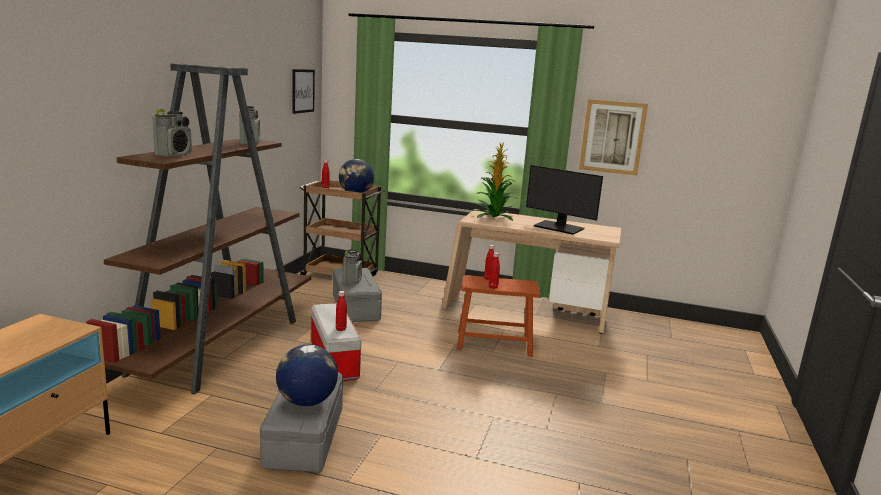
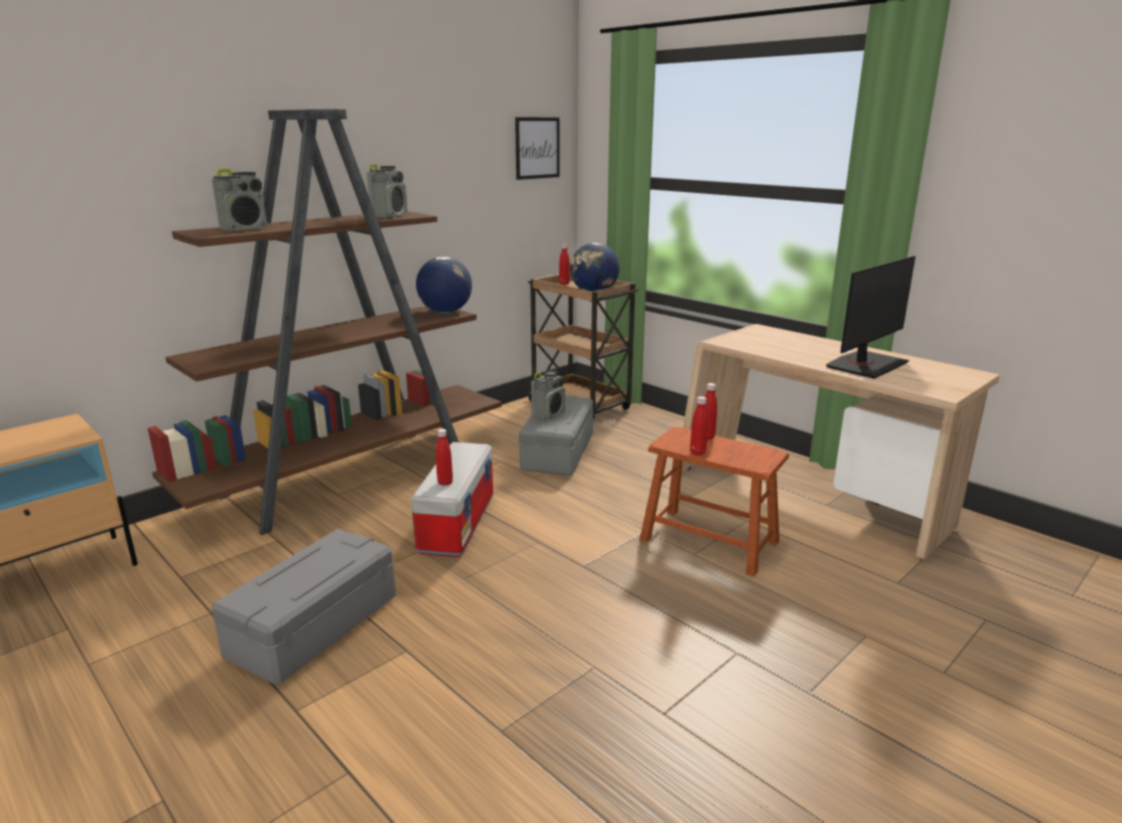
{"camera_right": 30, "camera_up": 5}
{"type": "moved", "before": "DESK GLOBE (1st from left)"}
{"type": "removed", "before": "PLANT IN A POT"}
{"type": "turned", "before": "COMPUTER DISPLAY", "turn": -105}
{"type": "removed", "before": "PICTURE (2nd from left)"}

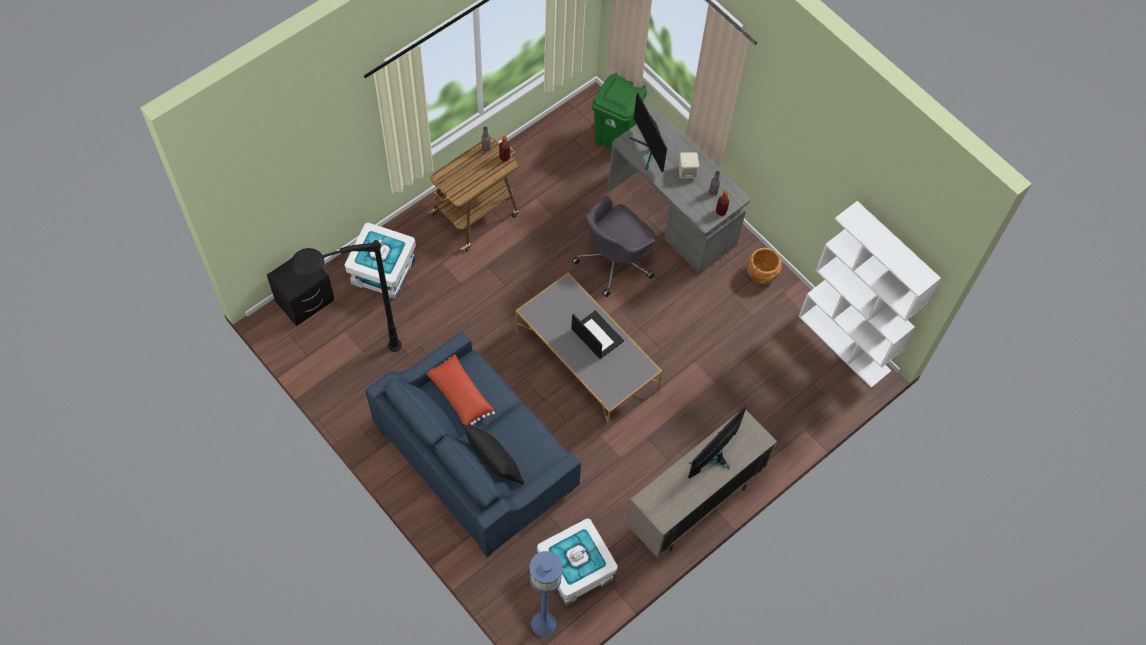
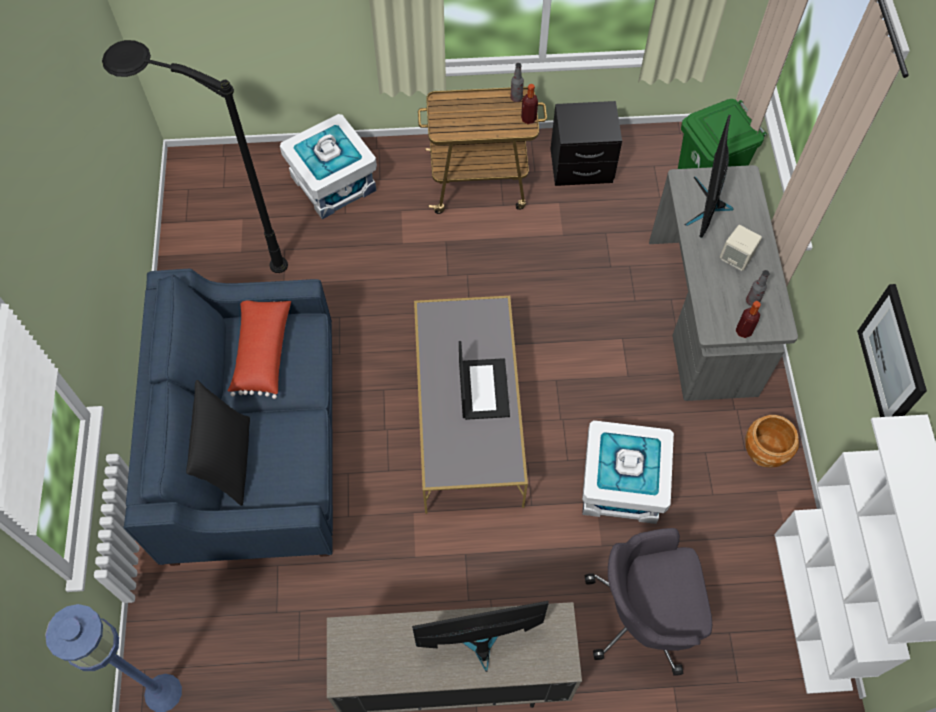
{"camera_right": 40, "camera_up": 0}
{"type": "moved", "before": "BLACK-COLOURED NIGHT TABLE"}
{"type": "moved", "before": "WHITE STORAGE BIN (2nd from left)"}
{"type": "moved", "before": "GREYISH COMPUTER CHAIR"}
{"type": "added", "after": "PICTURE"}

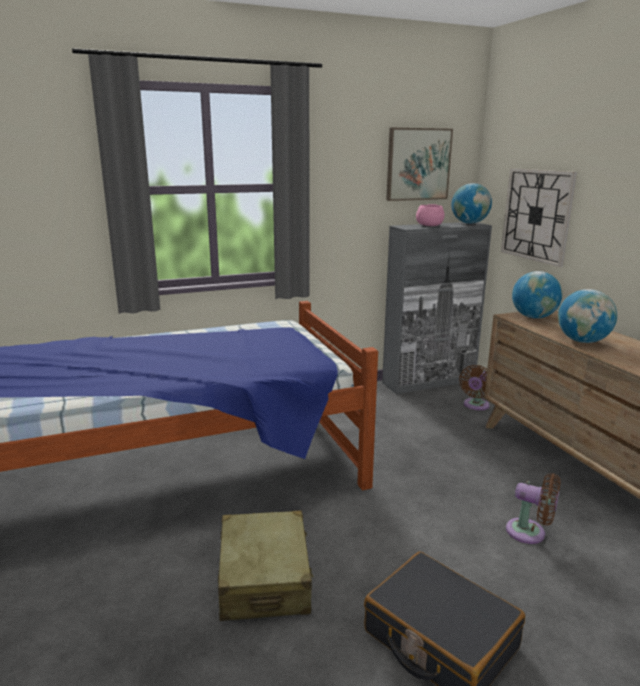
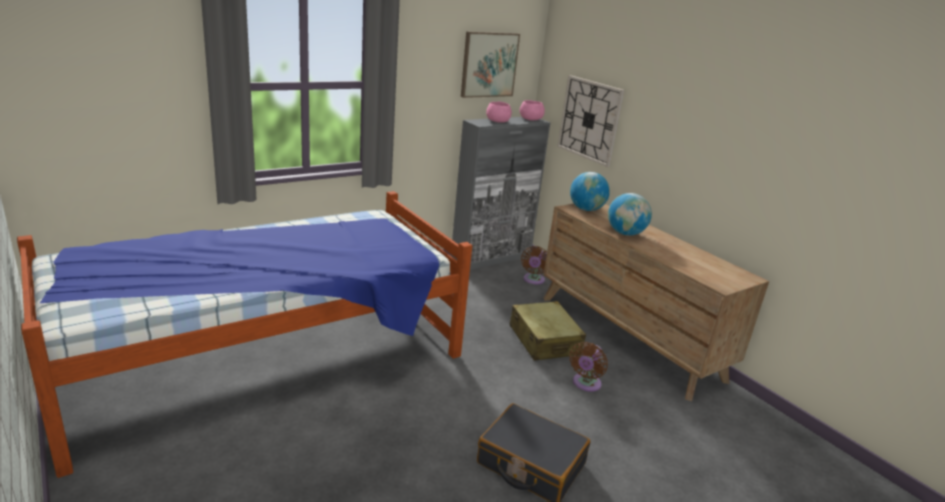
{"camera_right": -15, "camera_up": 5}
{"type": "moved", "before": "BEIGE-COLOURED SUITCASE"}
{"type": "replaced", "before": "DESK GLOBE (1st from left)", "after": "PINK-COLOURED SERVING BOWL (2nd from left)"}
{"type": "turned", "before": "BROWN ELECTRIC FAN (2nd from left)", "turn": 105}

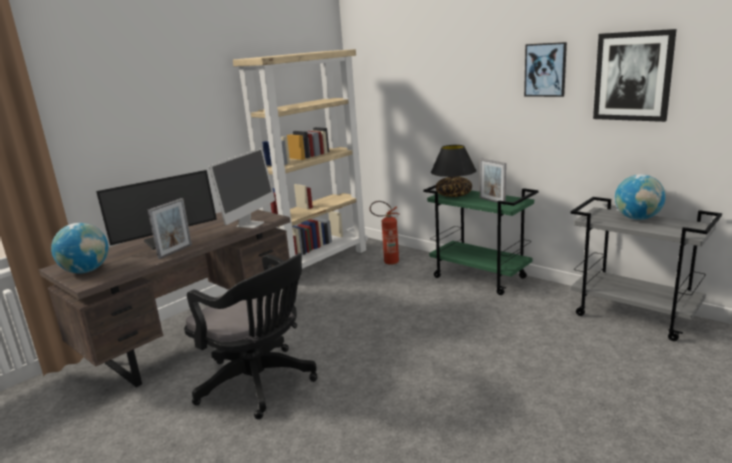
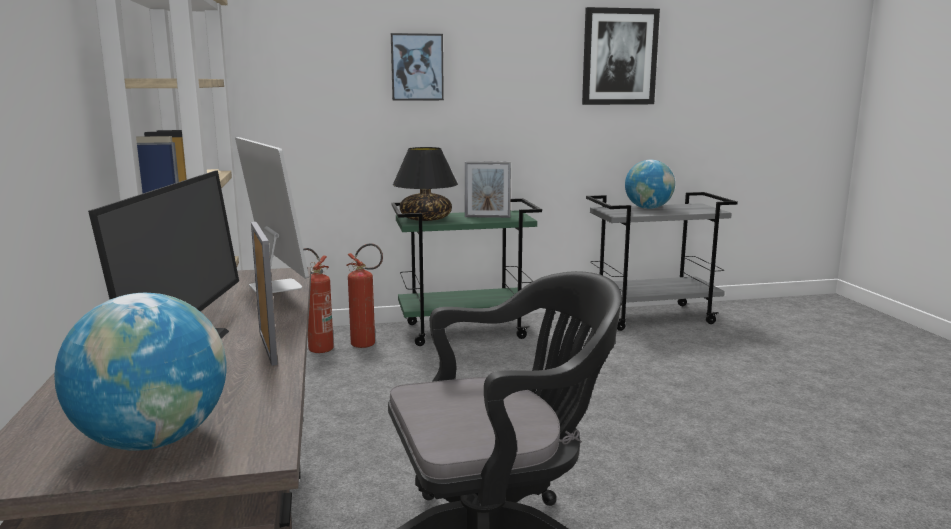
{"camera_right": -55, "camera_up": -5}
{"type": "moved", "before": "PICTURE (1st from left)"}
{"type": "added", "after": "FIRE-FIGHTING CYLINDER (2nd from left)"}

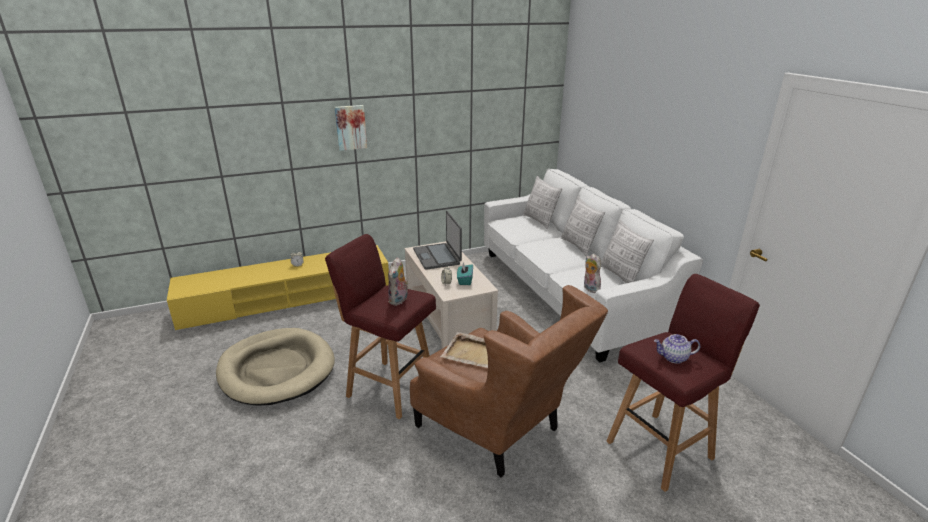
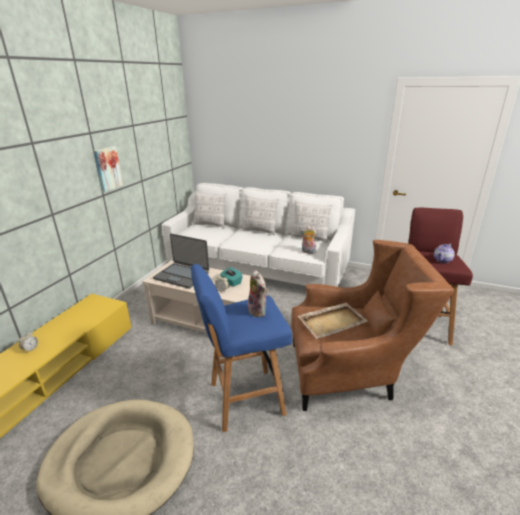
{"camera_right": -45, "camera_up": 0}
{"type": "recoloured", "before": "RED STOOL (1st from left)", "after": "BLUISH STOOL"}
{"type": "moved", "before": "PICTURE"}

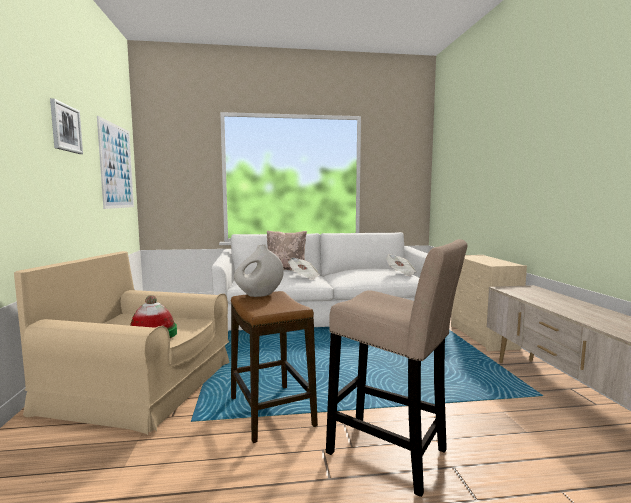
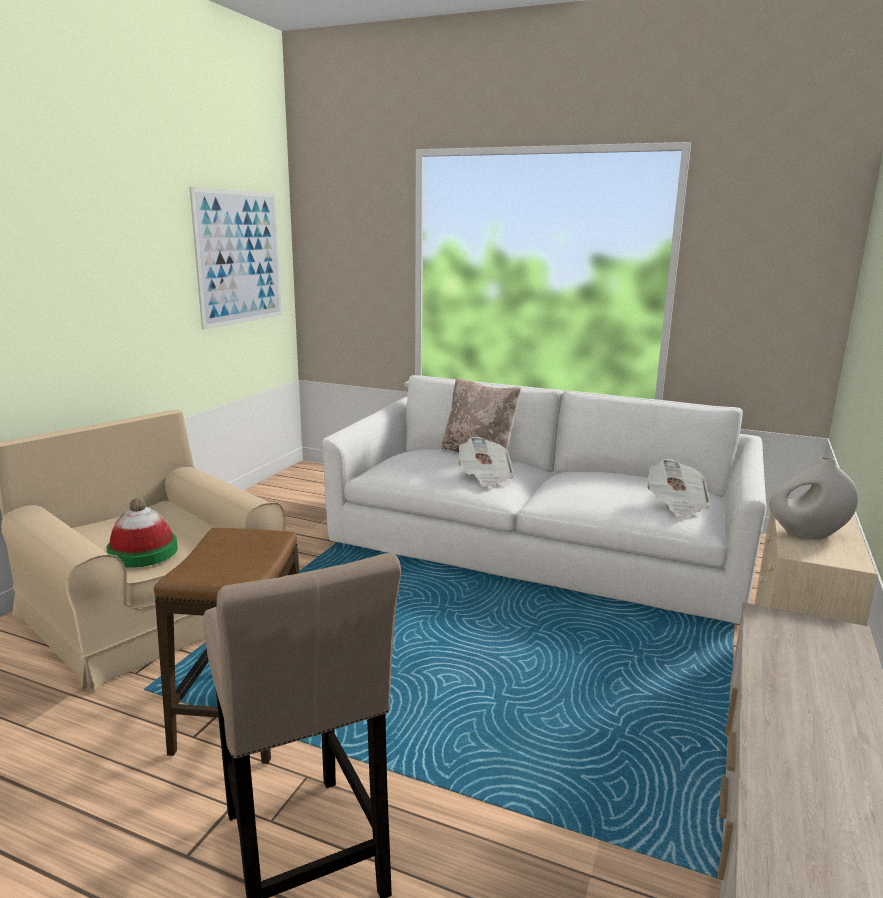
{"camera_right": 30, "camera_up": 10}
{"type": "removed", "before": "PICTURE (1st from left)"}
{"type": "moved", "before": "WHITE FLOWER VASE"}

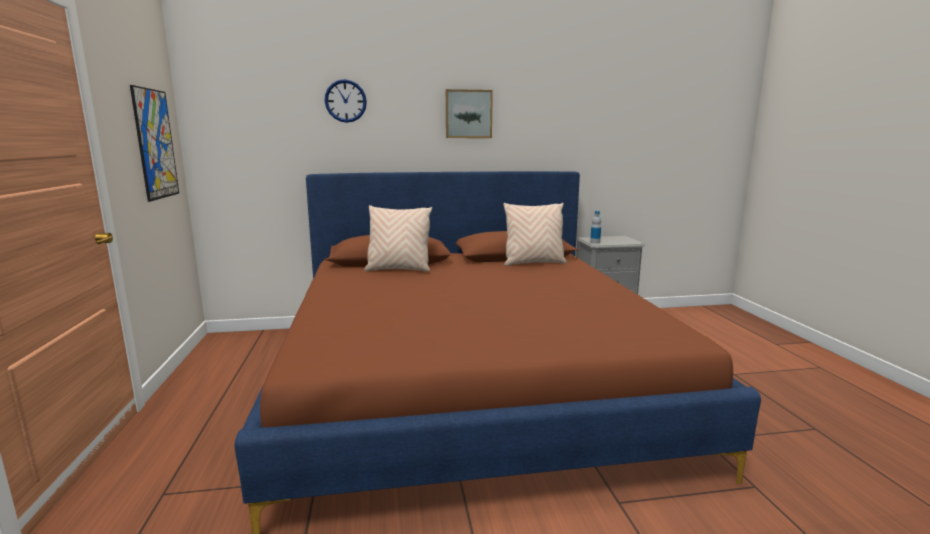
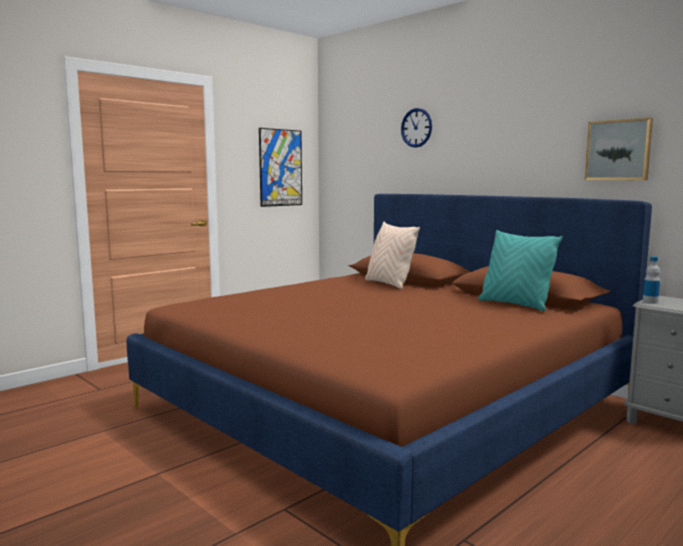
{"camera_right": 55, "camera_up": -5}
{"type": "moved", "before": "PICTURE (2nd from left)"}
{"type": "recoloured", "before": "BEIGE-COLOURED PILLOW (2nd from left)", "after": "BLUE-GREEN PILLOW"}

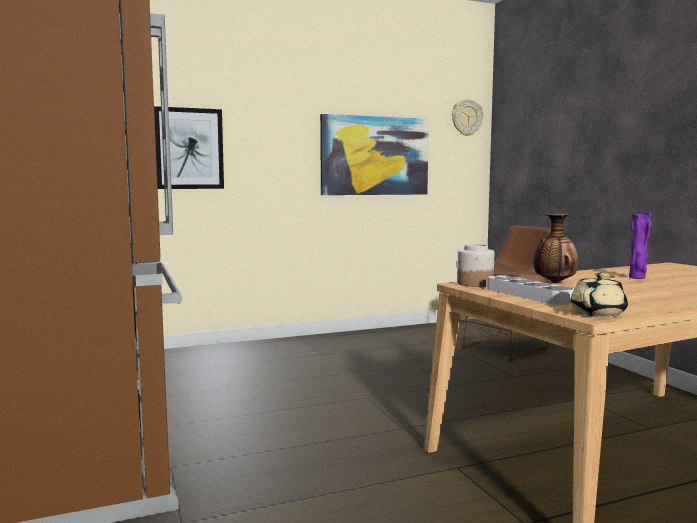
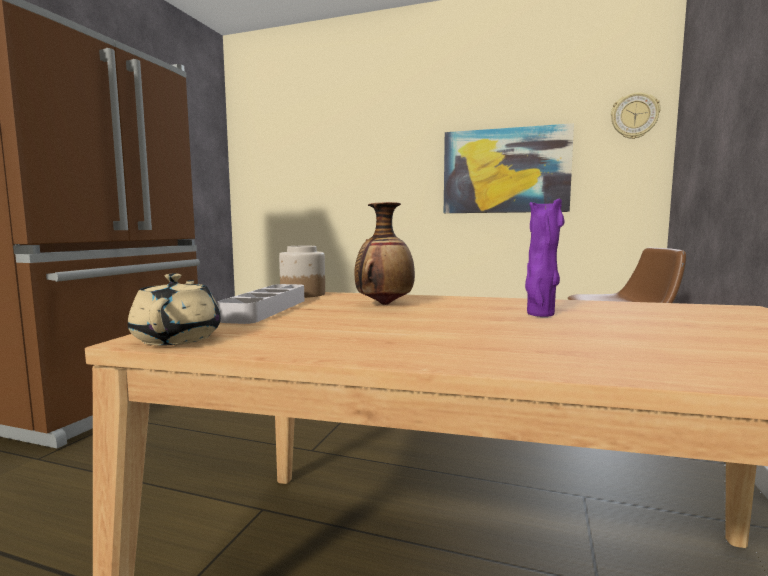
{"camera_right": 40, "camera_up": 0}
{"type": "removed", "before": "PICTURE (1st from left)"}
{"type": "turned", "before": "BEIGE-COLOURED POT FOR TEA", "turn": -90}

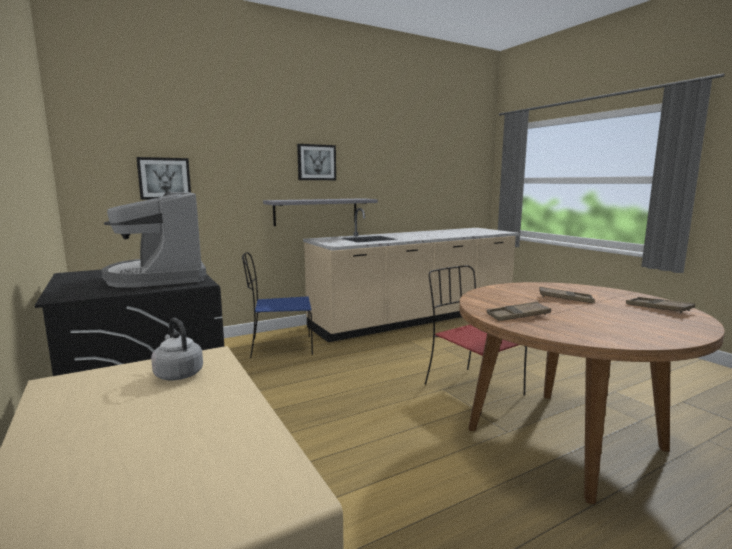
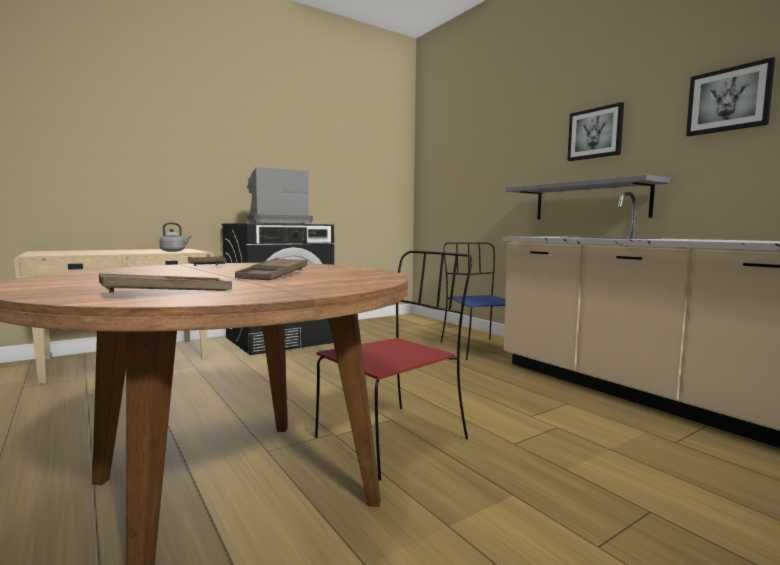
{"camera_right": 85, "camera_up": -5}
{"type": "moved", "before": "PICTURE (1st from left in the first image)", "after": "PICTURE (2nd from left)"}

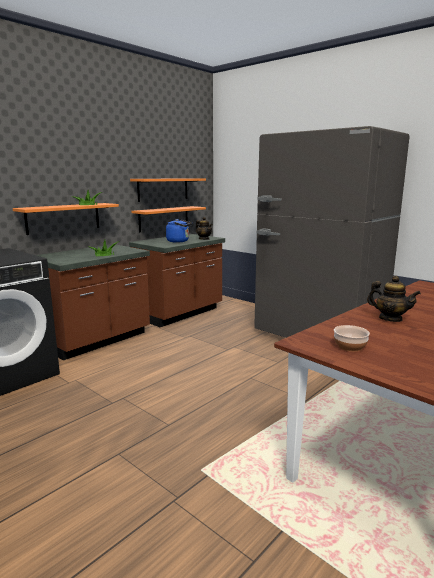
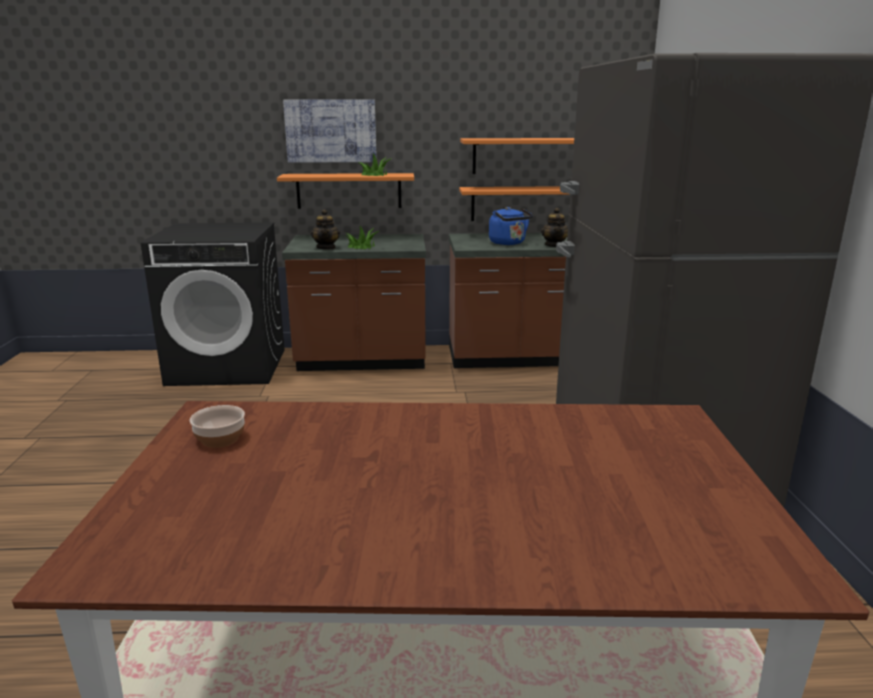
{"camera_right": 45, "camera_up": 5}
{"type": "moved", "before": "POT FOR TEA (2nd from left in the first image)", "after": "POT FOR TEA (1st from left)"}
{"type": "added", "after": "PICTURE"}

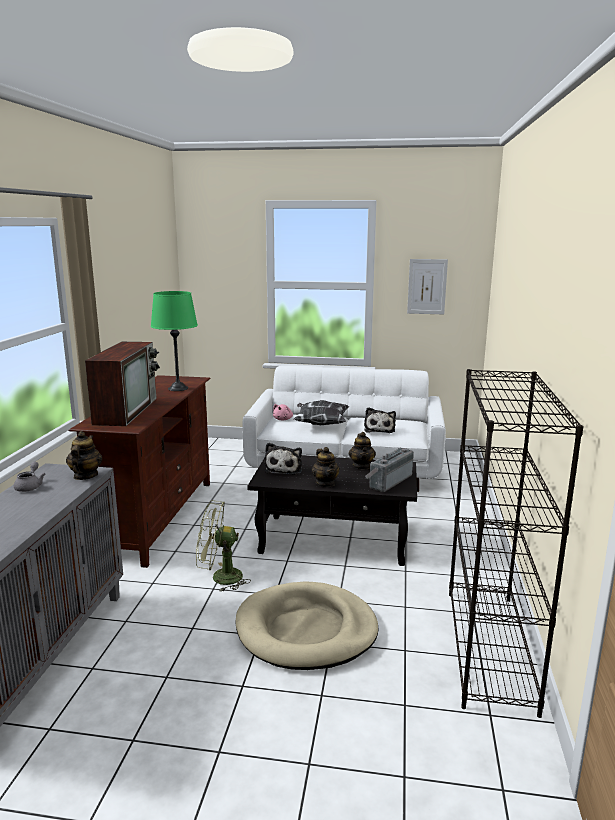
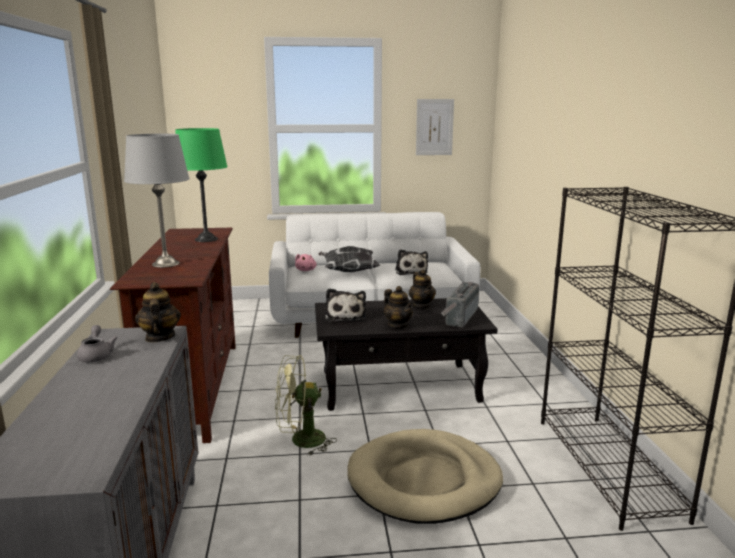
{"camera_right": -15, "camera_up": 0}
{"type": "replaced", "before": "TELEVISION", "after": "GREYISH TABLETOP LAMP"}

